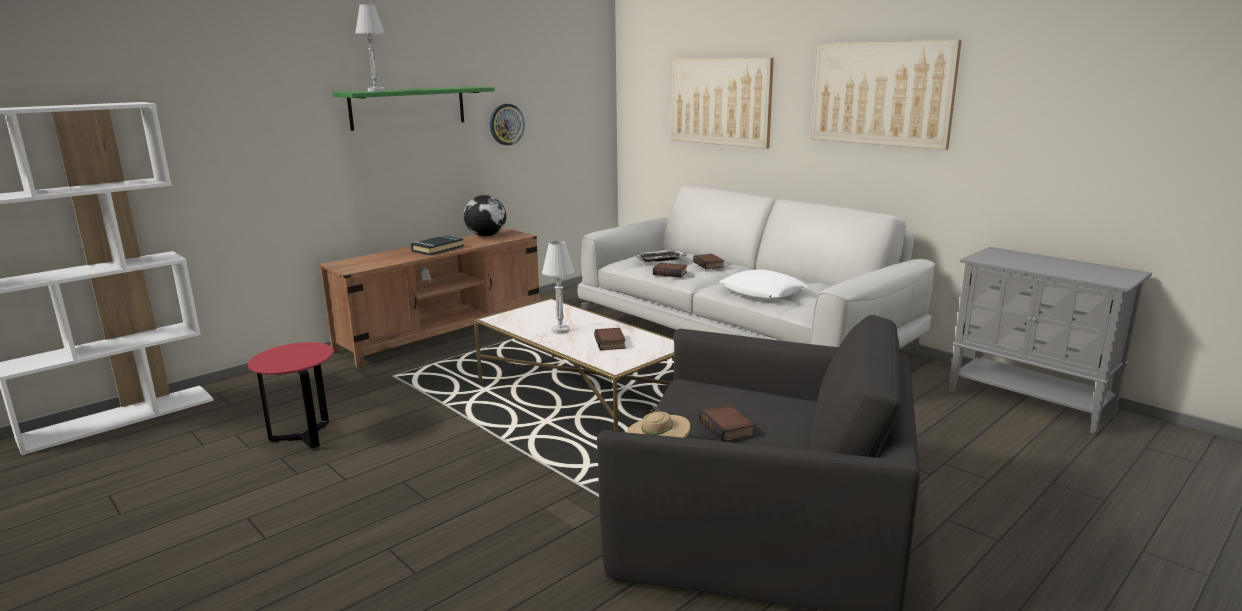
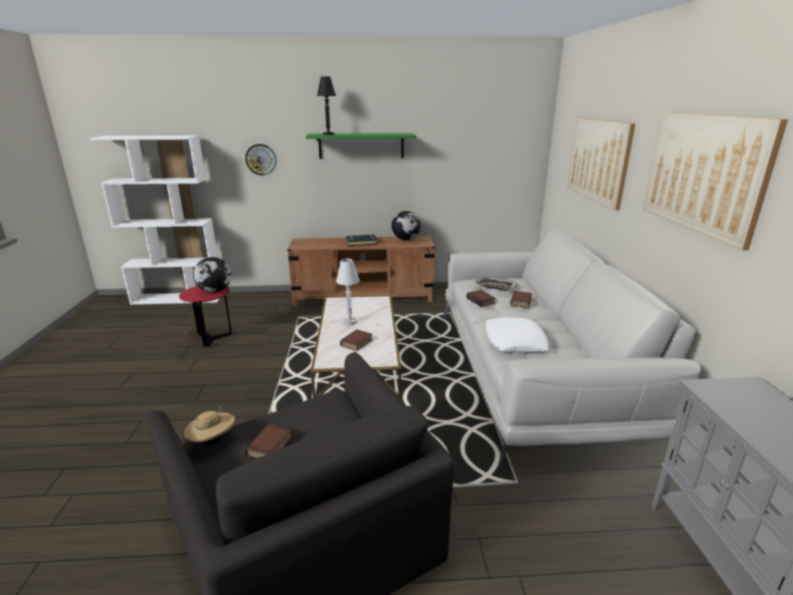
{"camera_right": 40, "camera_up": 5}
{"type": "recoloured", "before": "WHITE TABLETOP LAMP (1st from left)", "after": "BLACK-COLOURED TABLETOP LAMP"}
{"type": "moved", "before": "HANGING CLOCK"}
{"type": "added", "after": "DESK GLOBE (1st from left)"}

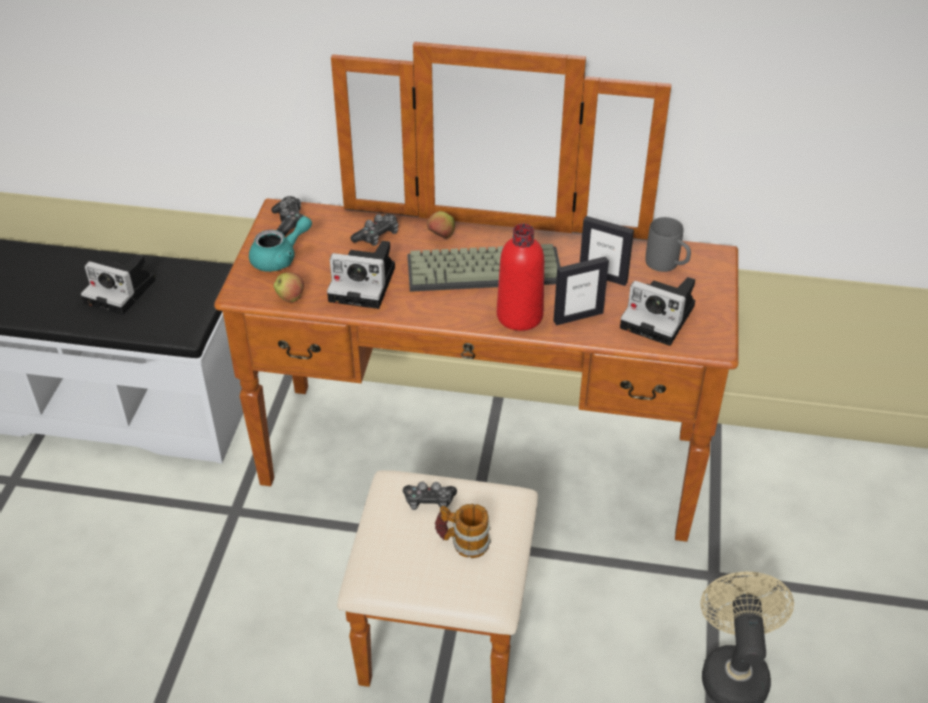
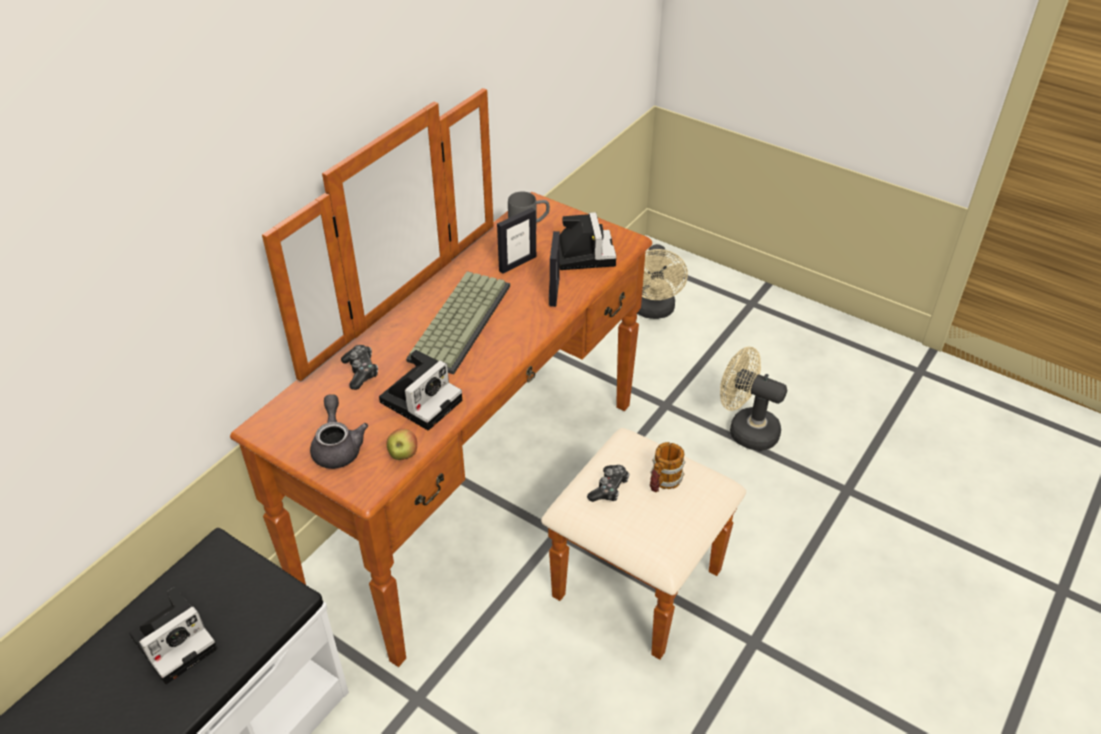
{"camera_right": -65, "camera_up": 0}
{"type": "recoloured", "before": "BLUE-GREEN POT FOR TEA", "after": "GREYISH POT FOR TEA"}
{"type": "removed", "before": "GAMEPAD (1st from left)"}
{"type": "removed", "before": "APPLE (2nd from left)"}
{"type": "removed", "before": "RED BEVERAGE BOTTLE"}
{"type": "turned", "before": "PHOTO CAMERA (3rd from left)", "turn": -60}
{"type": "added", "after": "BEIGE-COLOURED ELECTRIC FAN (1st from left)"}

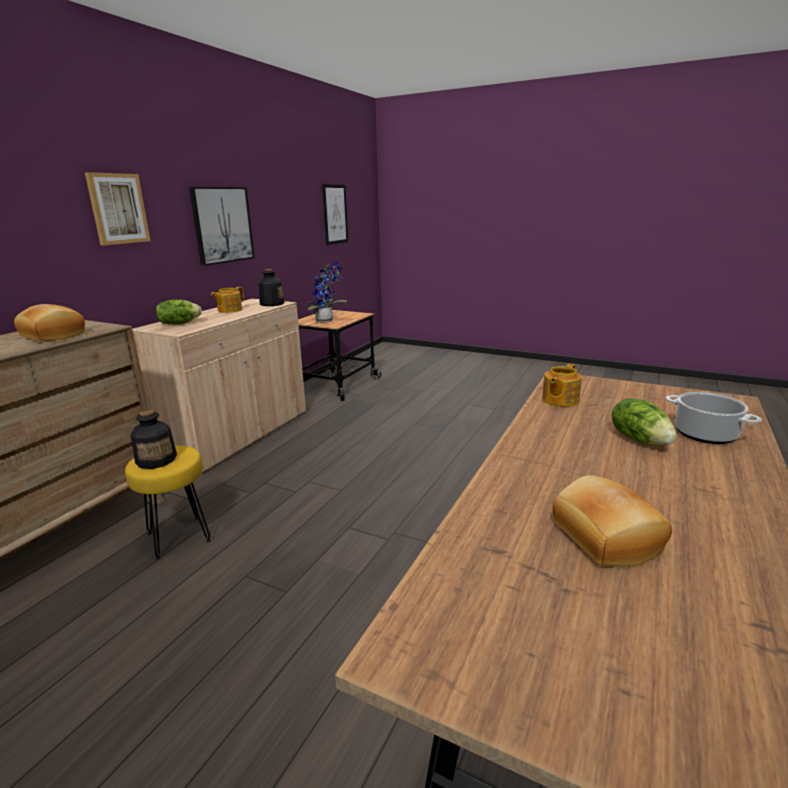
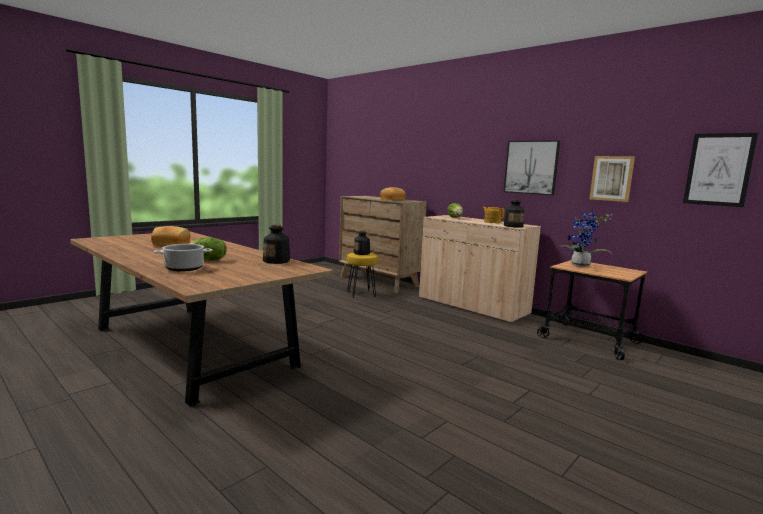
{"camera_right": 105, "camera_up": -10}
{"type": "moved", "before": "PICTURE (1st from left in the first image)", "after": "PICTURE (2nd from left)"}
{"type": "replaced", "before": "POT FOR TEA (2nd from left)", "after": "BEVERAGE BOTTLE (1st from left)"}

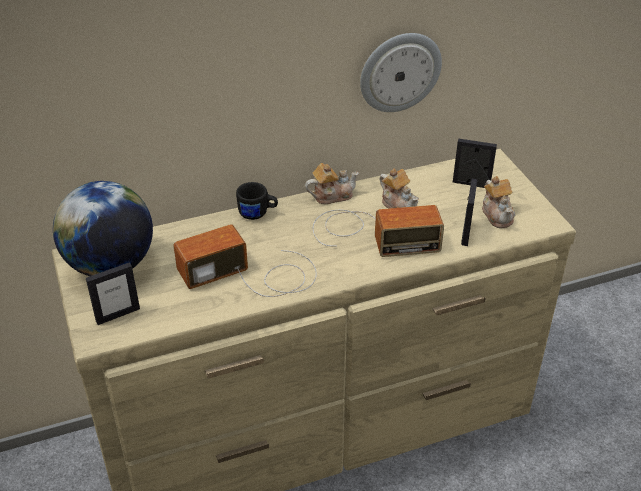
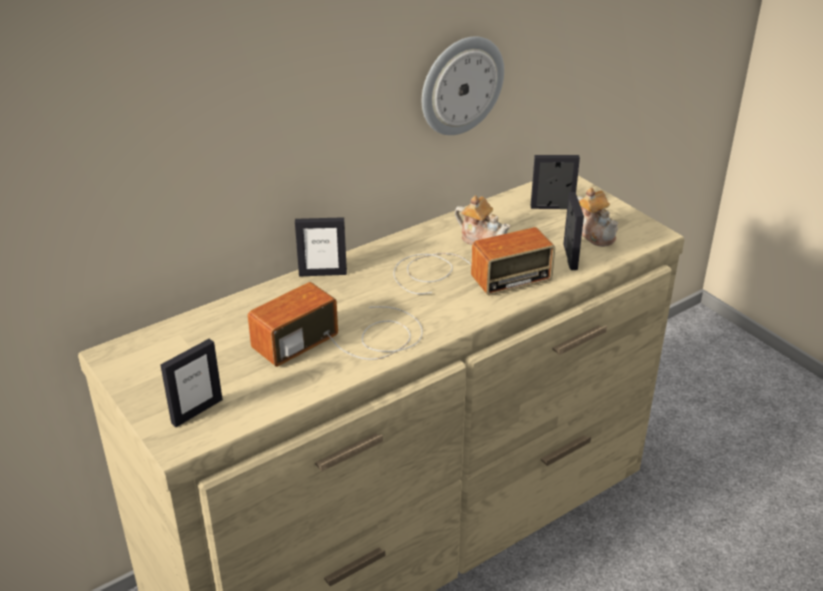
{"camera_right": -15, "camera_up": -5}
{"type": "removed", "before": "DESK GLOBE"}
{"type": "replaced", "before": "BLACK-COLOURED TEA MUG", "after": "PHOTO FRAME (2nd from left)"}
{"type": "removed", "before": "POT FOR TEA (1st from left)"}

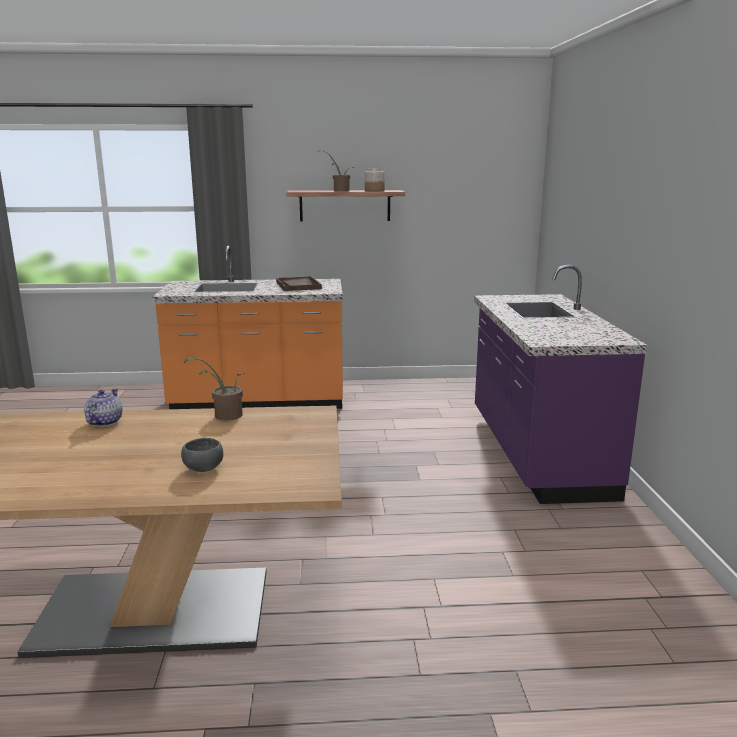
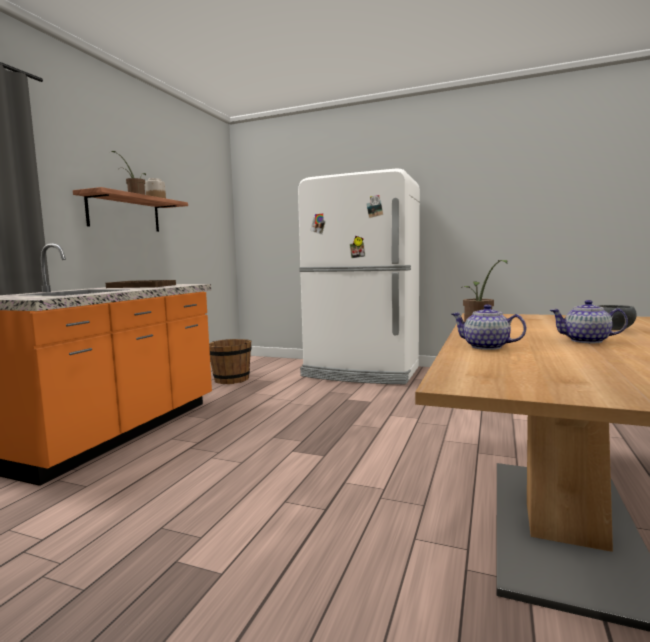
{"camera_right": -65, "camera_up": -10}
{"type": "replaced", "before": "PURPLE-COLOURED KITCHEN BASE UNIT", "after": "WHITE KITCHEN FRIDGE"}
{"type": "added", "after": "BROWN PAIL"}
{"type": "added", "after": "POT FOR TEA (2nd from left)"}

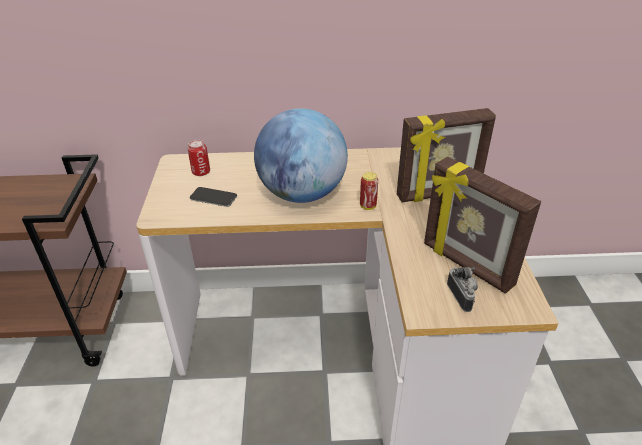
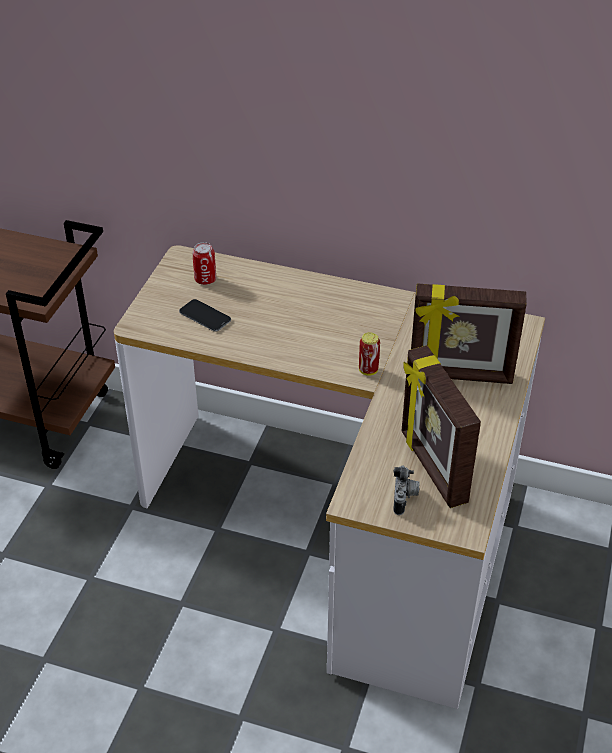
{"camera_right": 20, "camera_up": 5}
{"type": "removed", "before": "DESK GLOBE"}

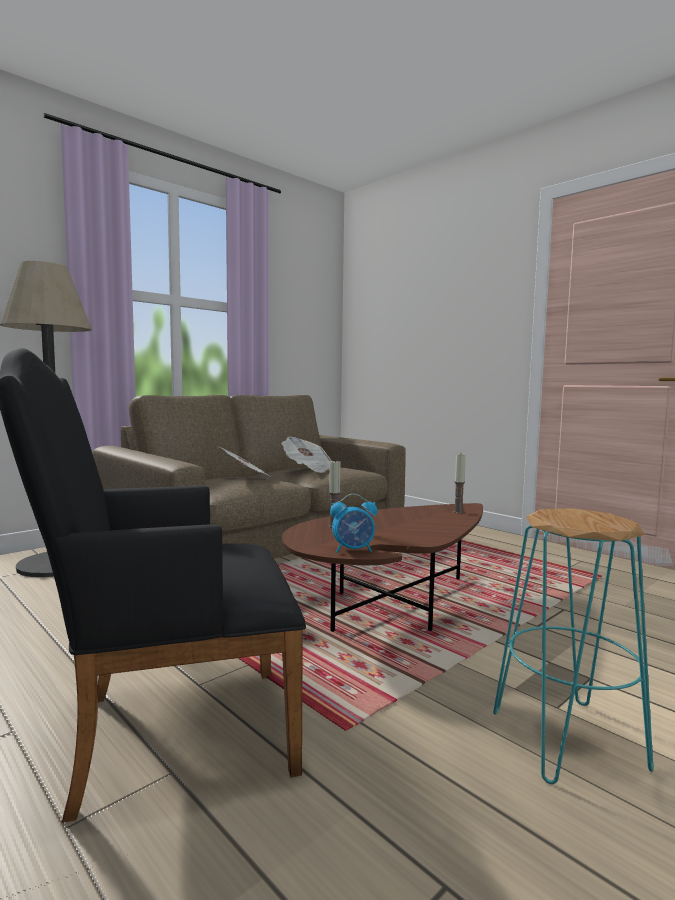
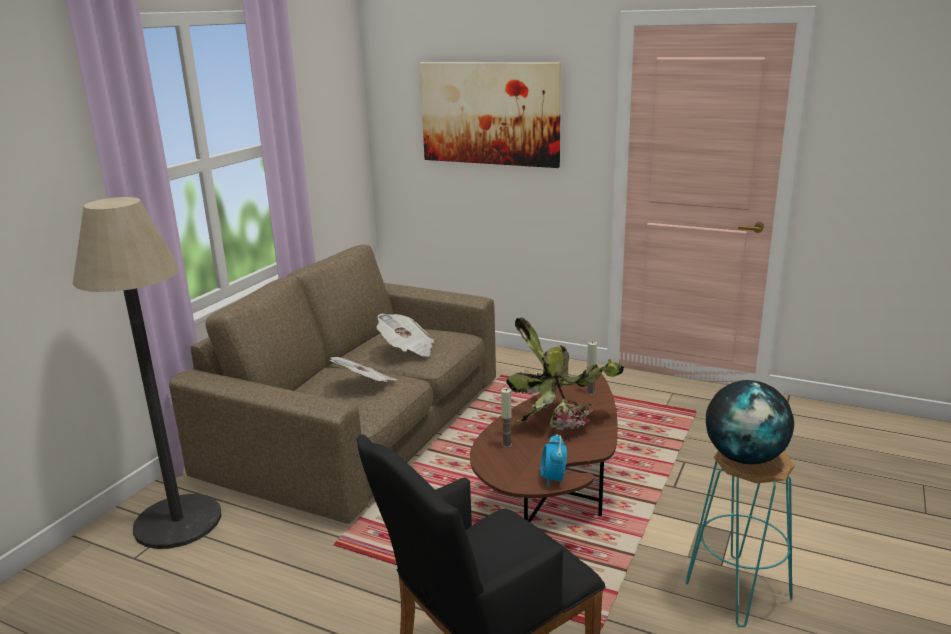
{"camera_right": -20, "camera_up": 15}
{"type": "turned", "before": "BEDSIDE CLOCK", "turn": 120}
{"type": "added", "after": "PICTURE"}
{"type": "added", "after": "PLANT IN A POT"}
{"type": "added", "after": "DESK GLOBE"}

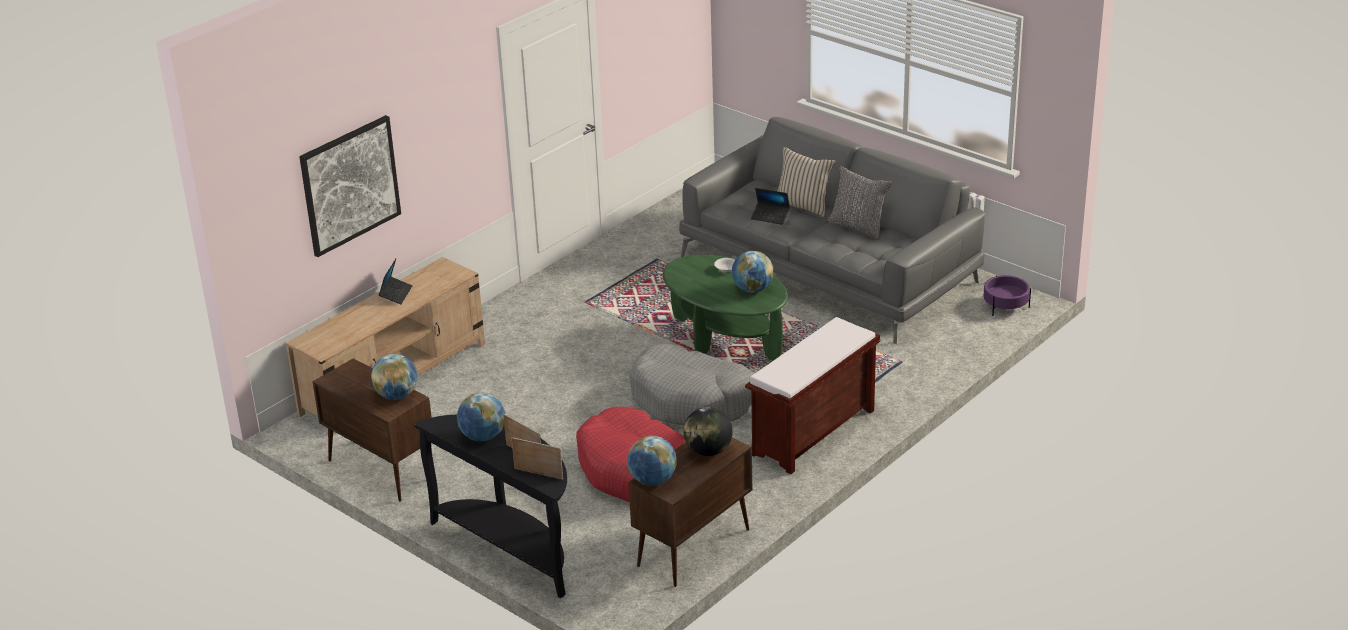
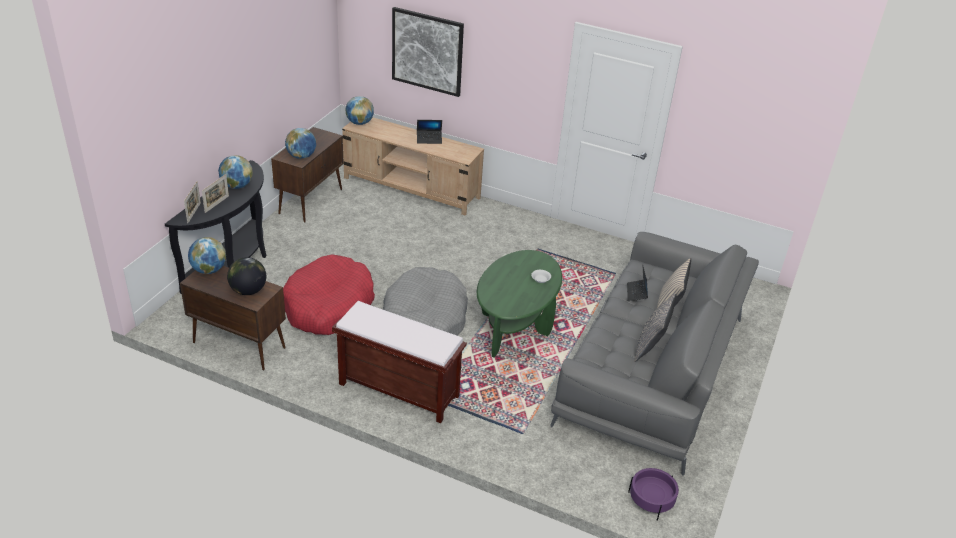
{"camera_right": 70, "camera_up": 5}
{"type": "moved", "before": "DESK GLOBE (5th from left)"}

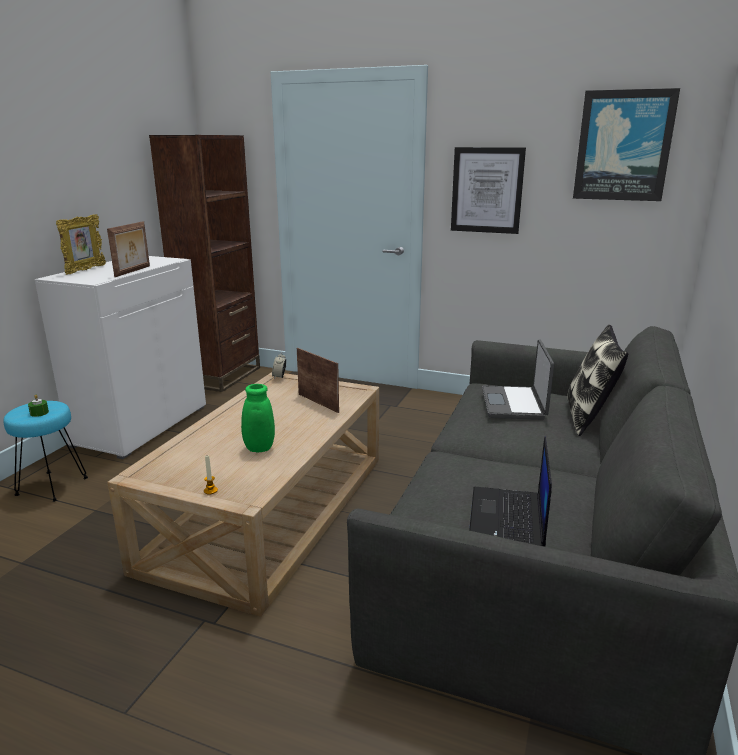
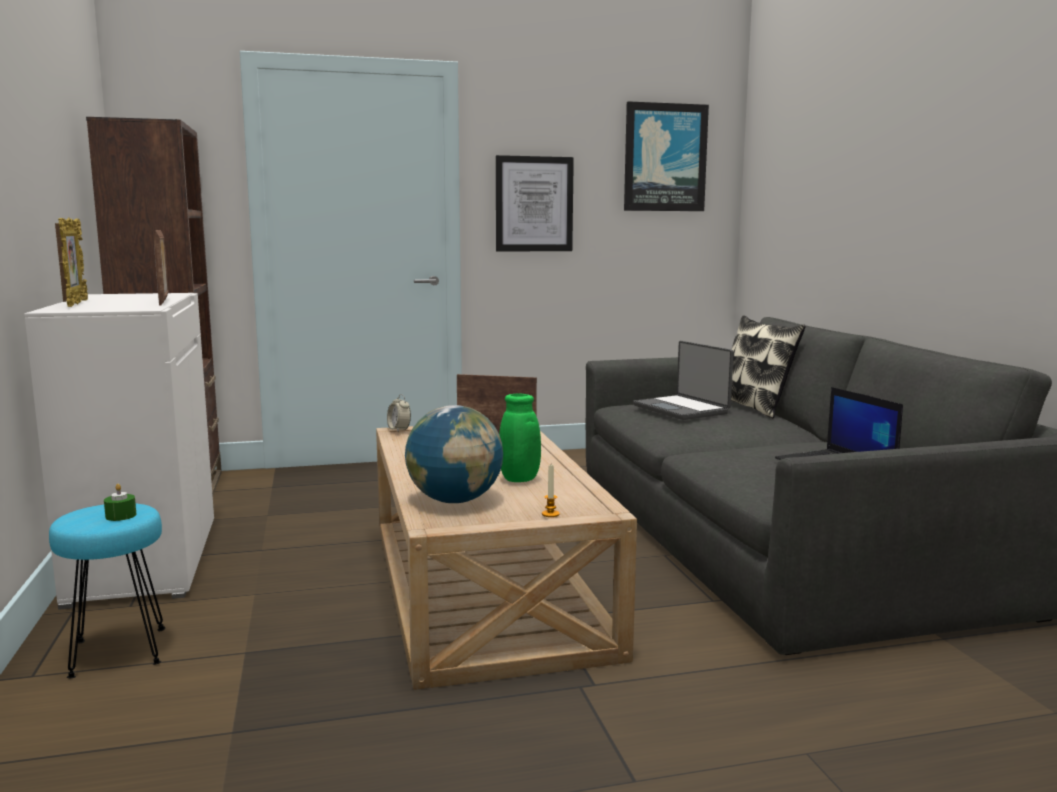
{"camera_right": -35, "camera_up": -10}
{"type": "added", "after": "DESK GLOBE"}

